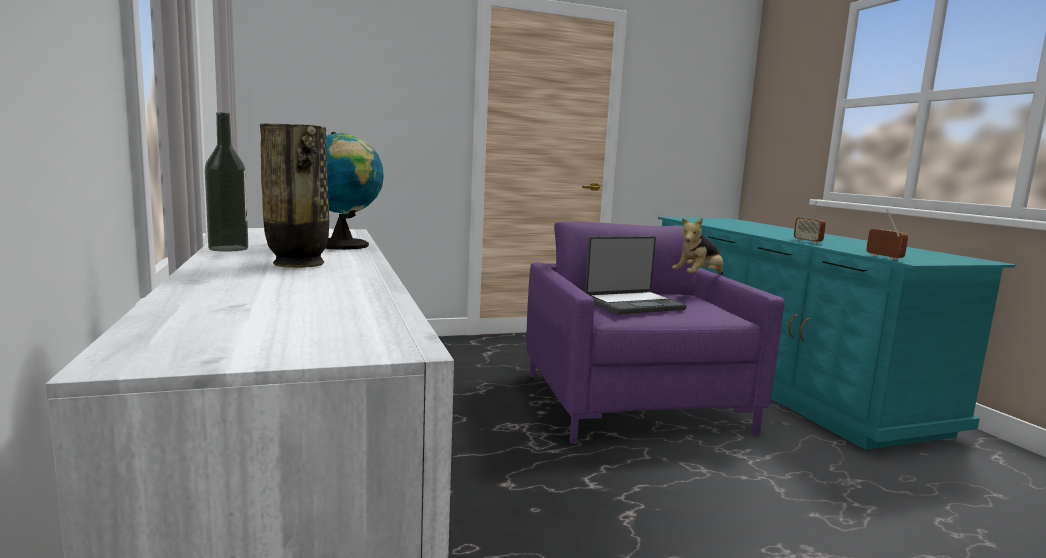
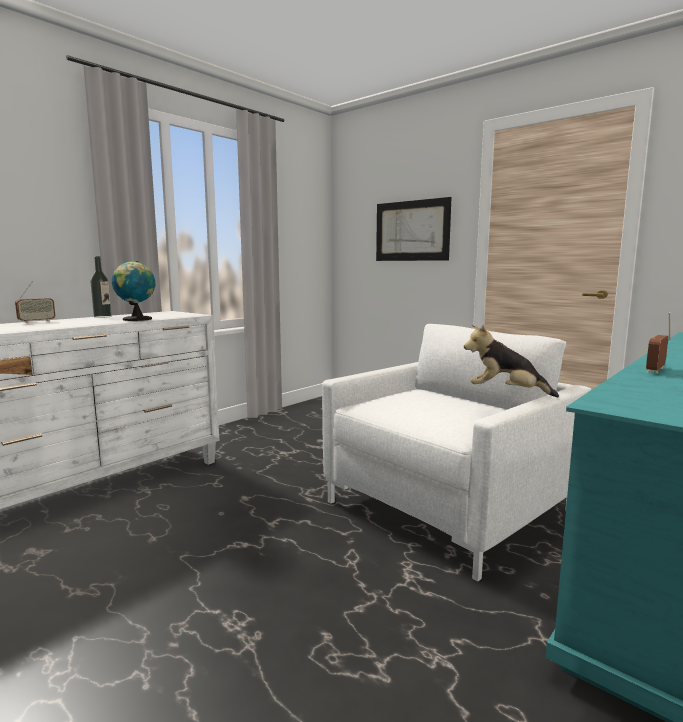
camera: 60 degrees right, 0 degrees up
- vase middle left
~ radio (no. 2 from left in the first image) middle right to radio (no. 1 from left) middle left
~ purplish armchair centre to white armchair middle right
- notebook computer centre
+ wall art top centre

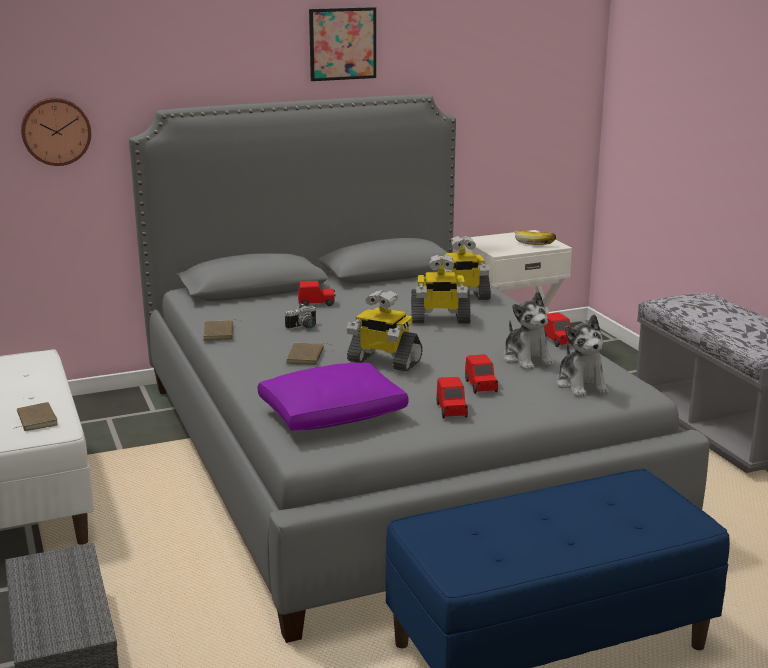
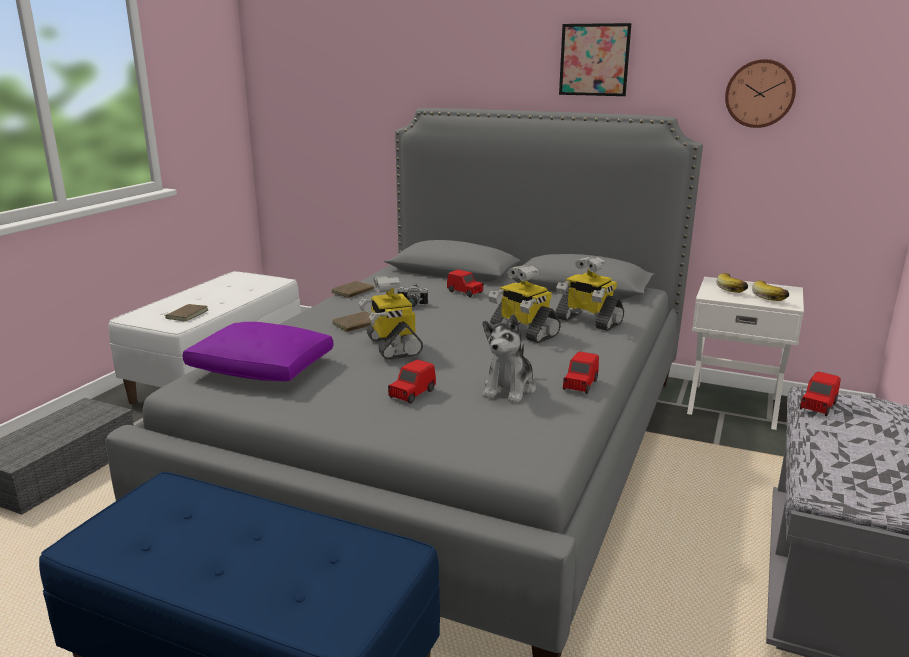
camera: 45 degrees right, 0 degrees up
~ hanging clock top left to top right
- cuddly toy (no. 2 from left) middle right
~ red toy car (no. 2 from left in the first image) centre to red toy car (no. 4 from left) middle right
+ banana fruit (no. 1 from left) middle right

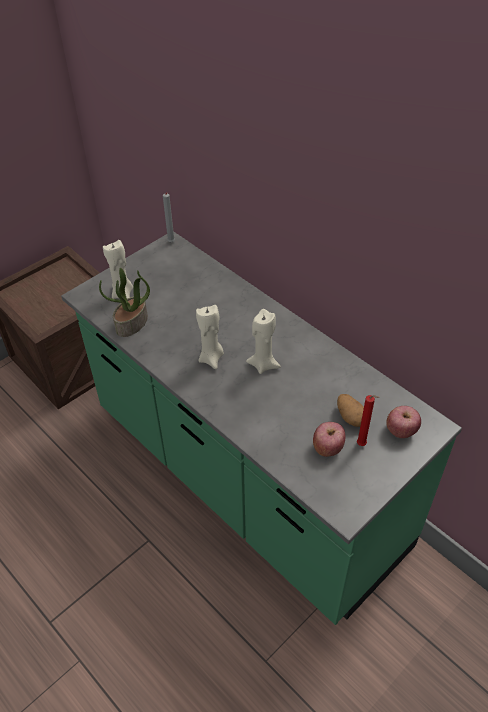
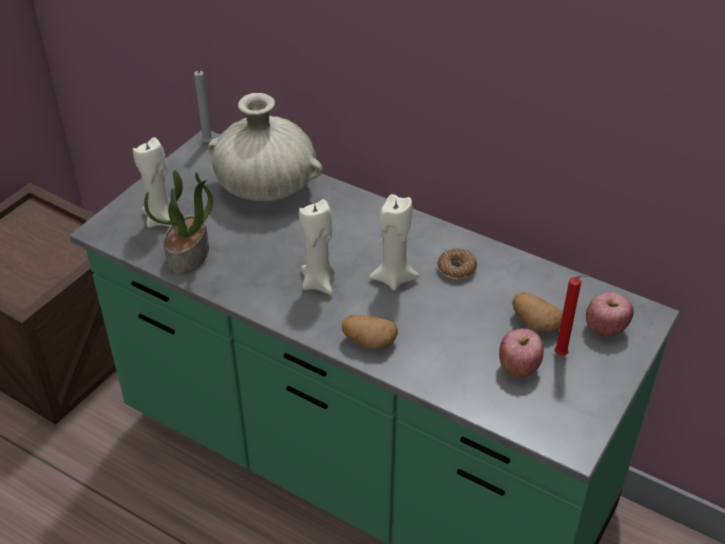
camera: 15 degrees left, 5 degrees down
+ beige-coloured vase top centre
+ donut centre
+ whole potato (no. 1 from left) centre

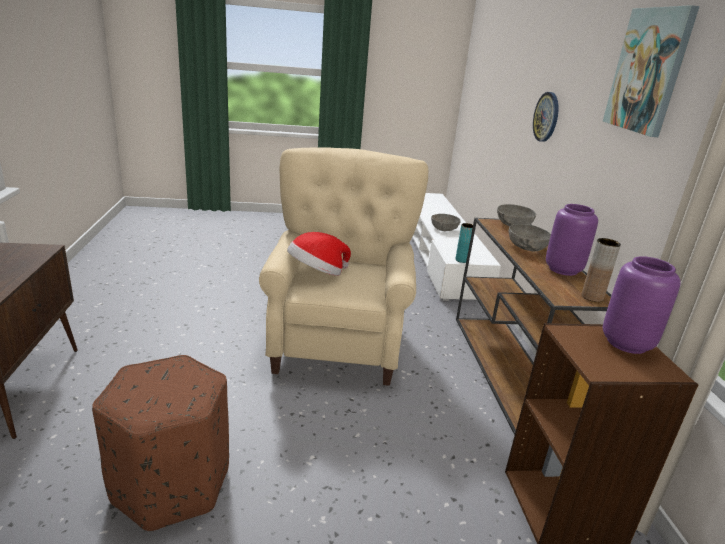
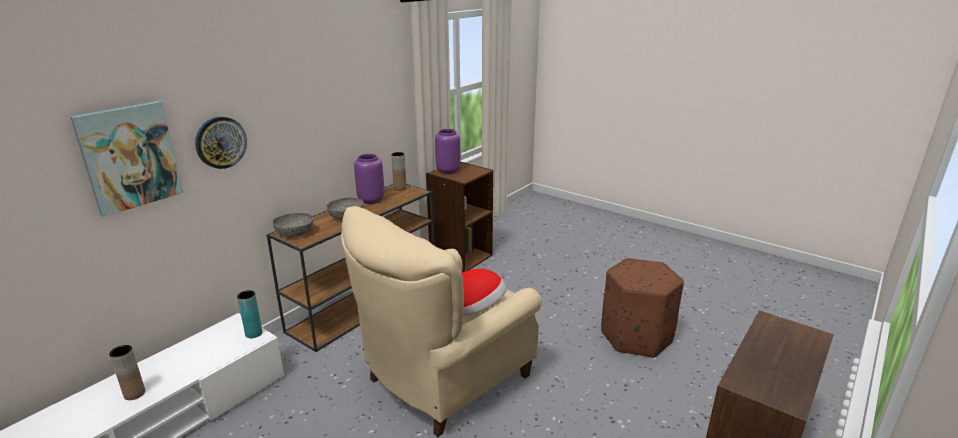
camera: 135 degrees left, 0 degrees up
~ wall art top right to middle left
~ gray deep dish (no. 1 from left) centre to brownish vase (no. 1 from left) bottom left

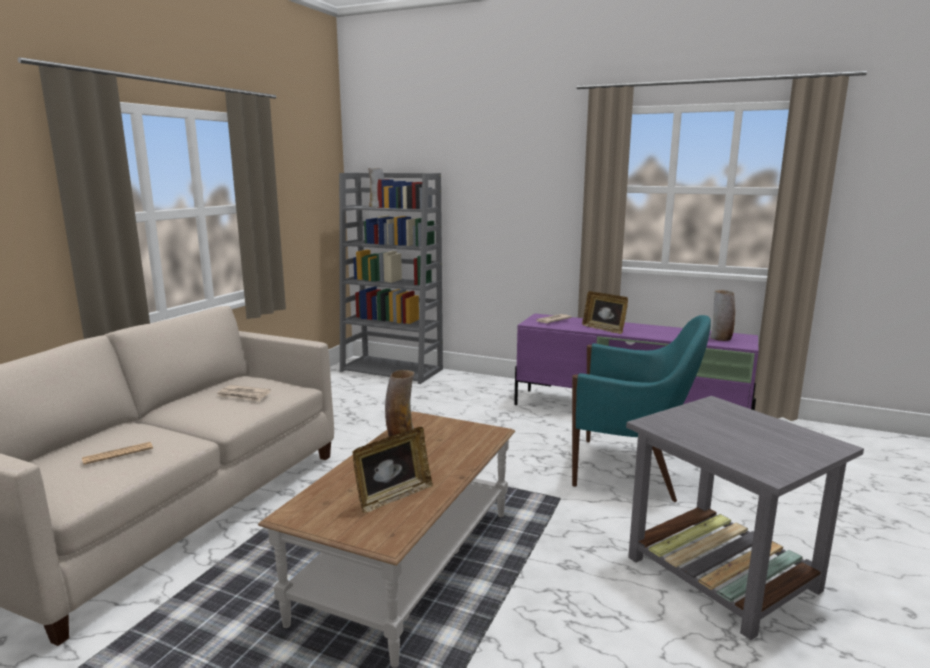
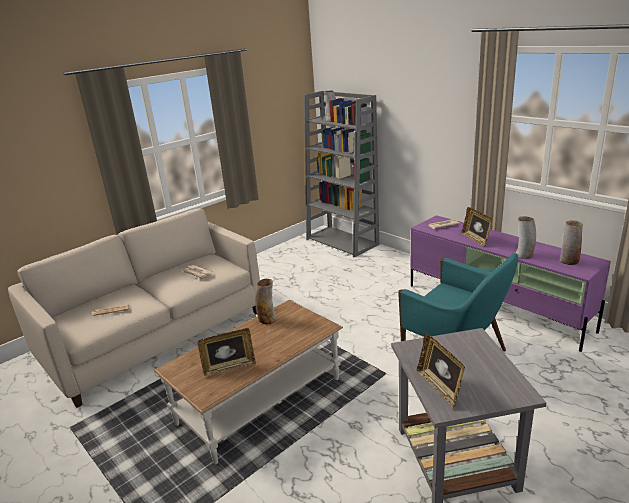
camera: 25 degrees right, 10 degrees up
+ vase (no. 3 from left) middle right
+ picture frame (no. 2 from left) bottom right

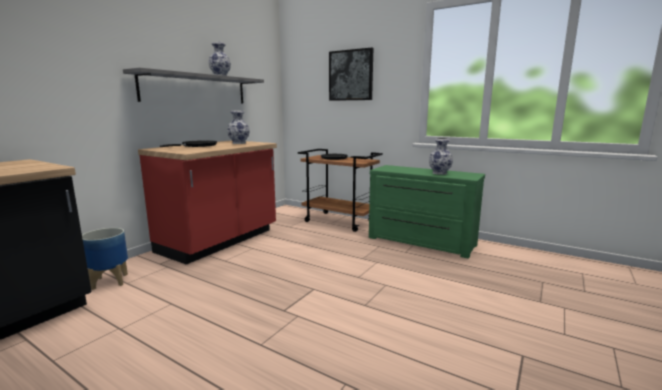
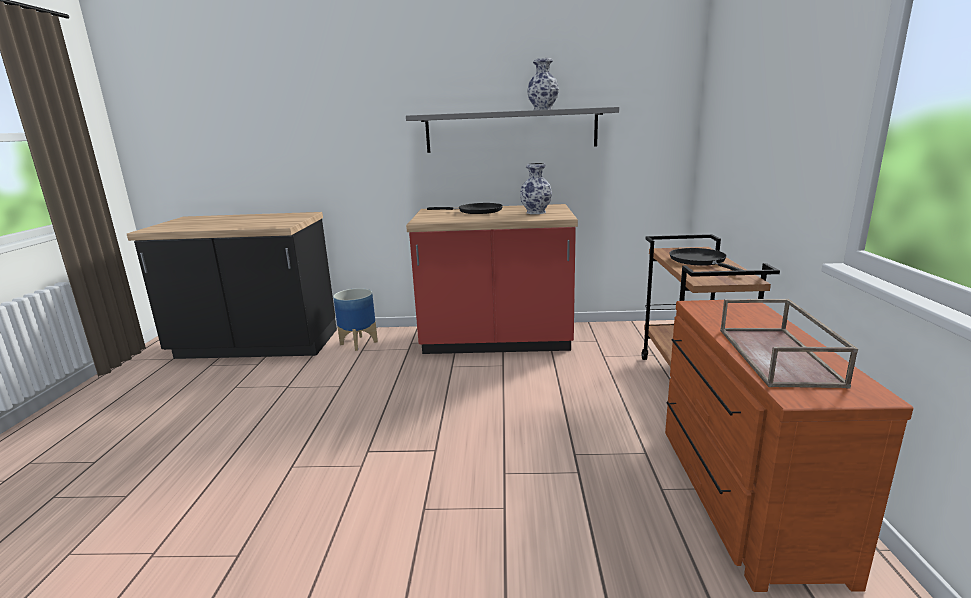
camera: 60 degrees right, 5 degrees up
- wall art top centre
~ vase (no. 3 from left) centre to brownish carrying tray middle right
~ greenish dresser centre to brownish dresser bottom right

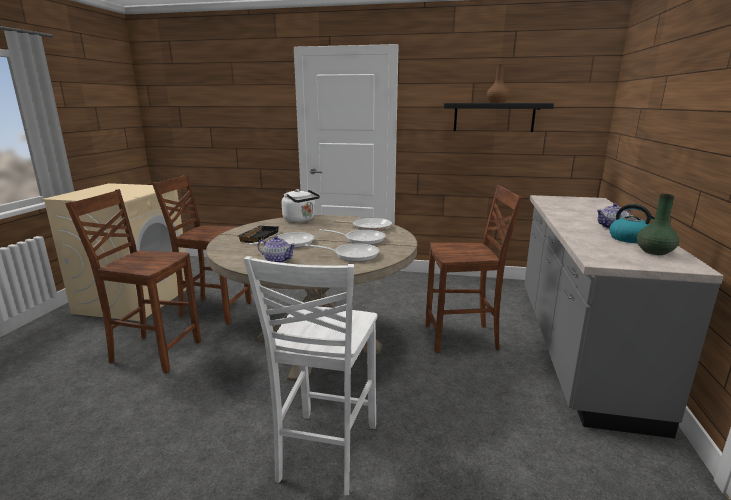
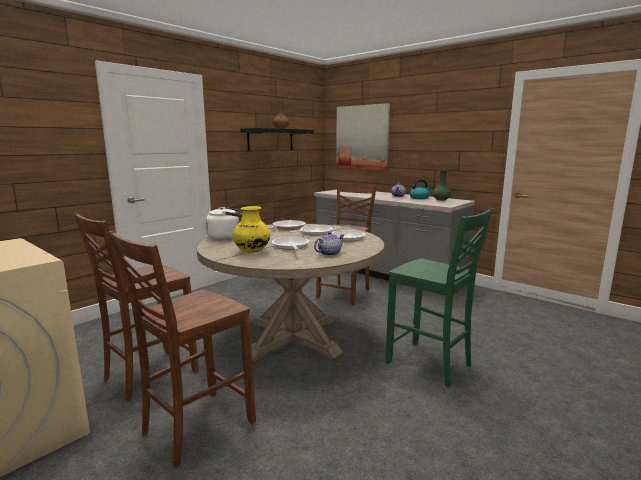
camera: 60 degrees left, 5 degrees down
~ blackish carrying tray centre to yellowish vase centre
~ white chair bottom centre to greenish chair middle right
+ wall art top centre

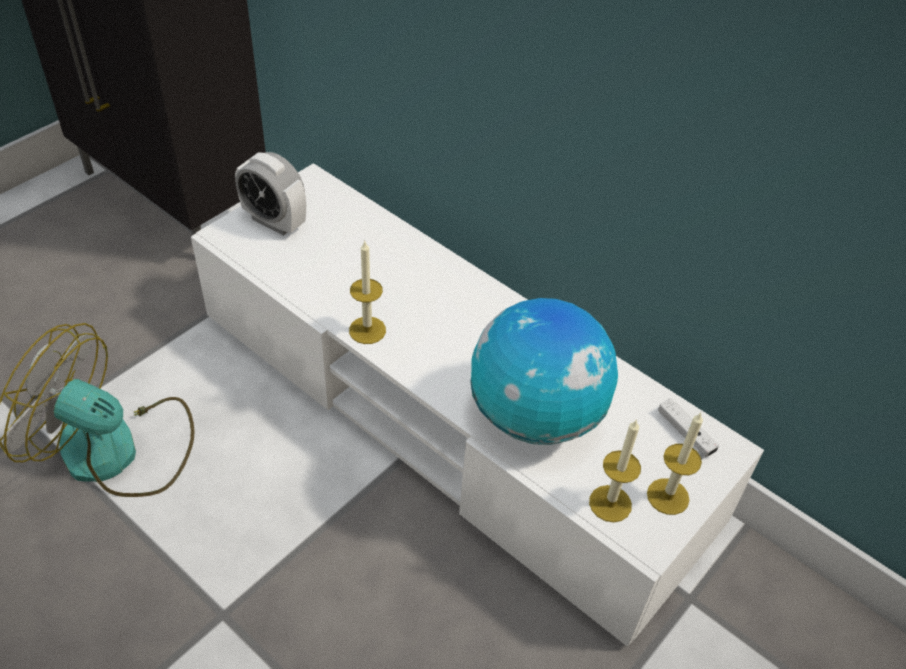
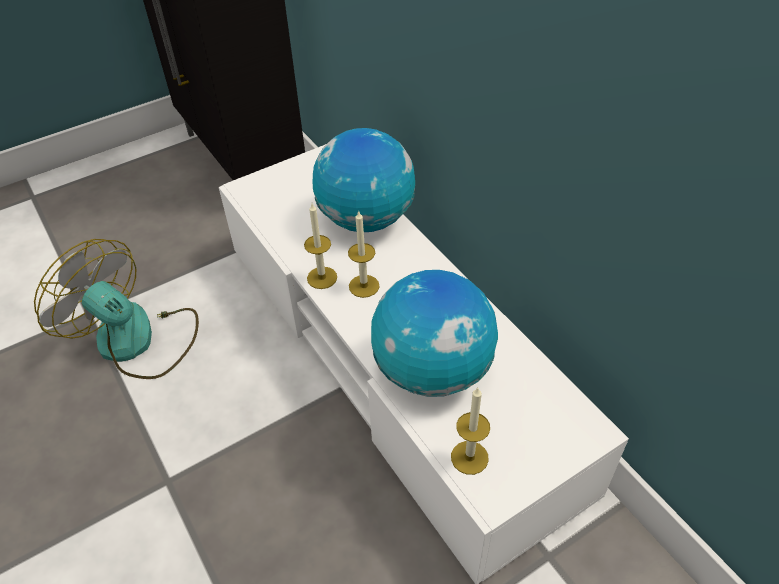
camera: 20 degrees right, 0 degrees up
- bedside clock top left
- white game controller middle right
~ candle (no. 3 from left in the first image) bottom right to candle (no. 2 from left) centre
+ world globe (no. 1 from left) top centre

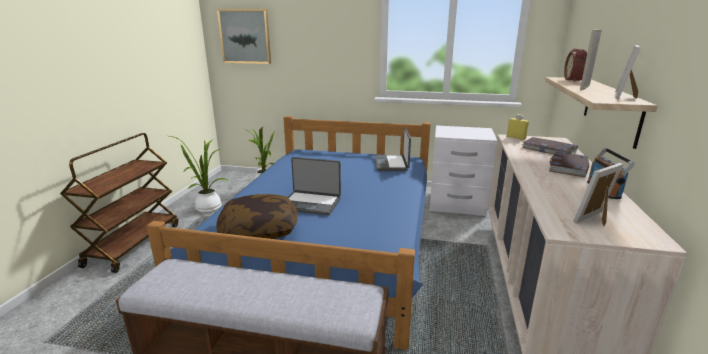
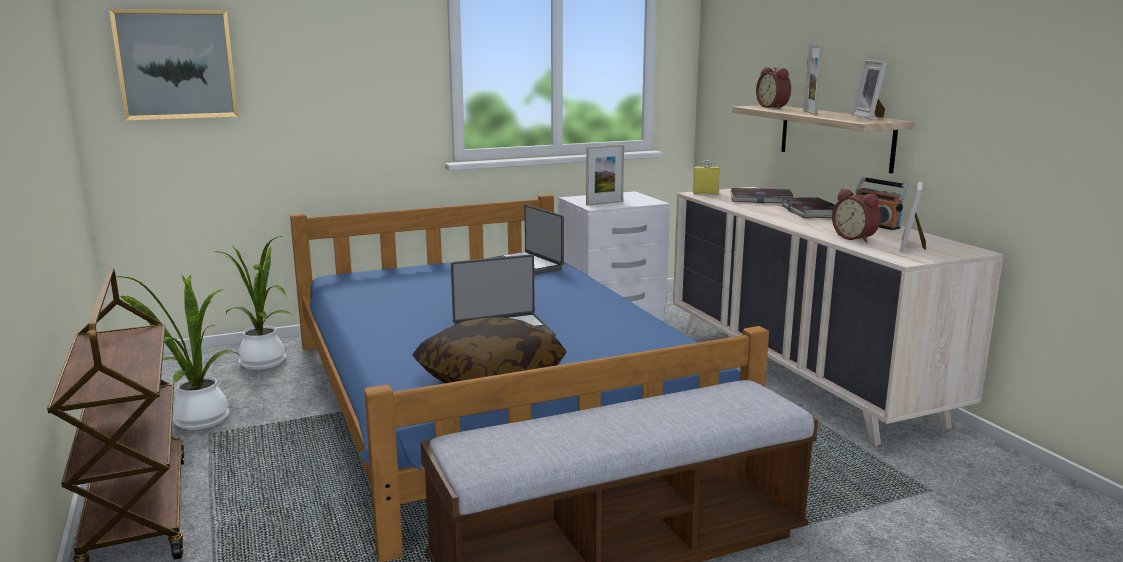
camera: 35 degrees left, 5 degrees down
+ picture frame (no. 1 from left) top centre
+ bedside clock (no. 2 from left) middle right

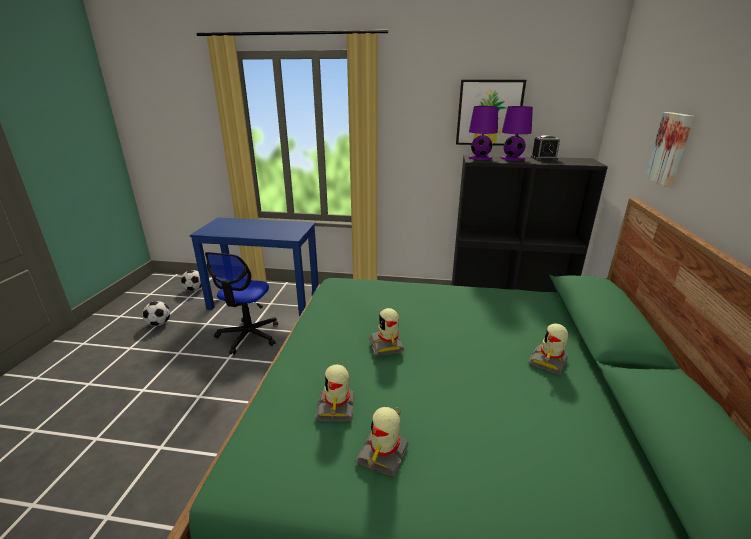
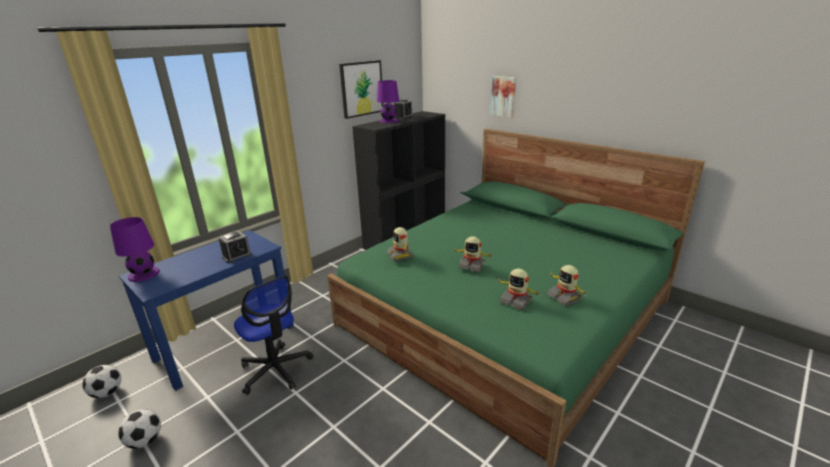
camera: 55 degrees left, 0 degrees up
~ purplish tabletop lamp (no. 1 from left) top centre to middle left
~ robot figure (no. 4 from left in the first image) middle right to robot figure (no. 1 from left) centre
+ bedside clock (no. 1 from left) middle left

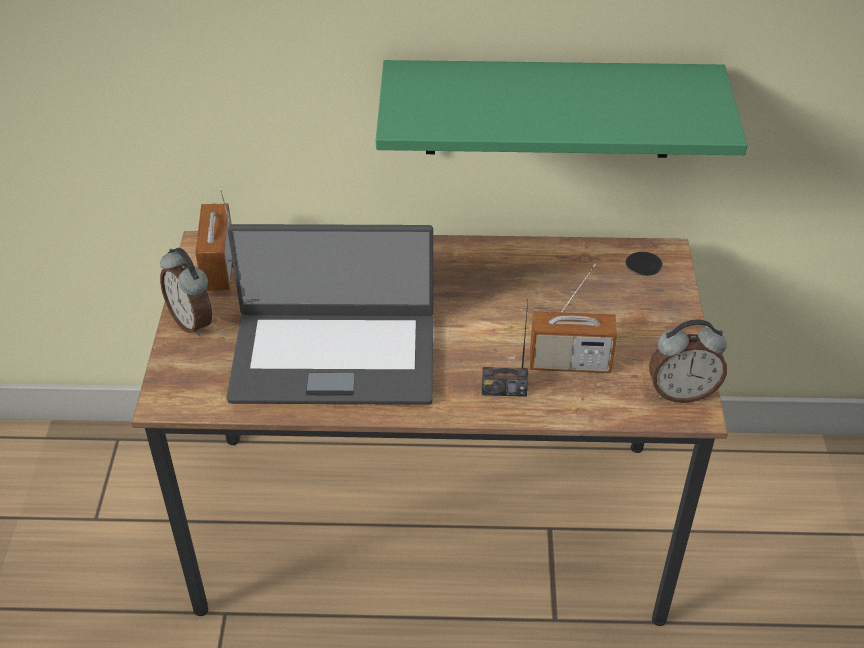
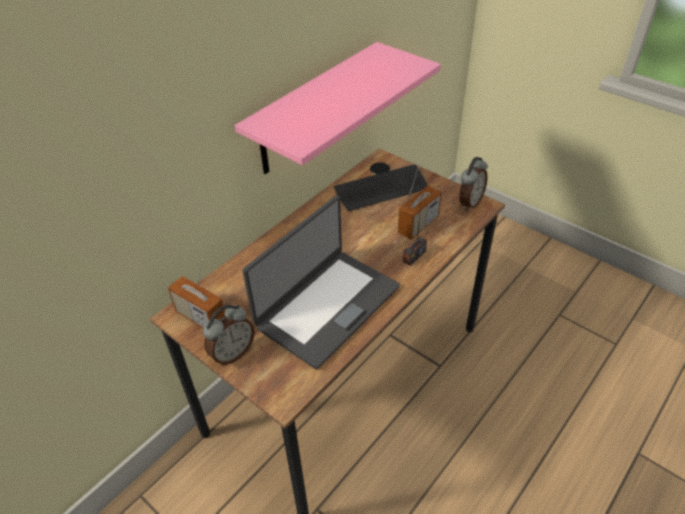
camera: 50 degrees left, 0 degrees up
~ greenish wall shelf top centre to pink wall shelf top centre
~ bedside clock (no. 1 from left) middle left = centre 45 degrees counterclockwise
+ keyboard centre

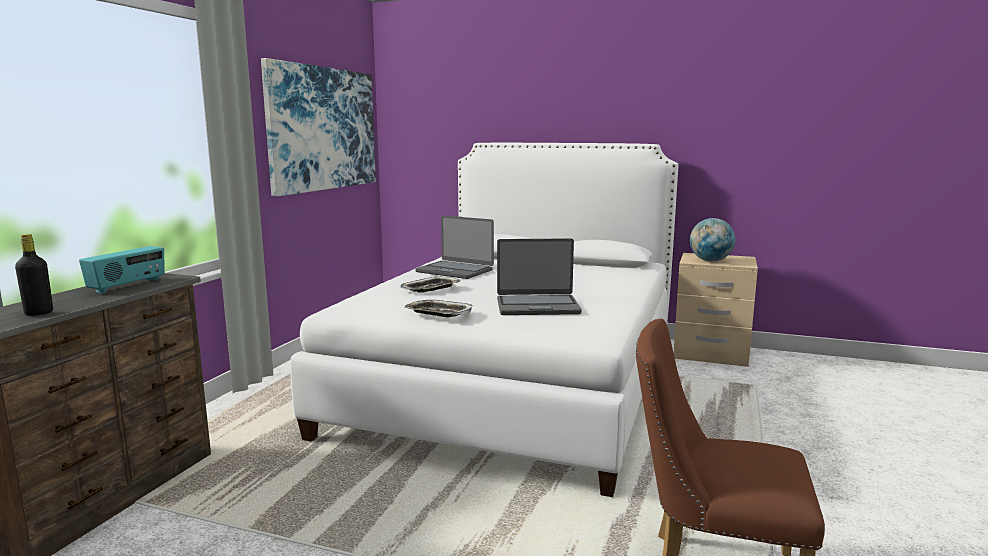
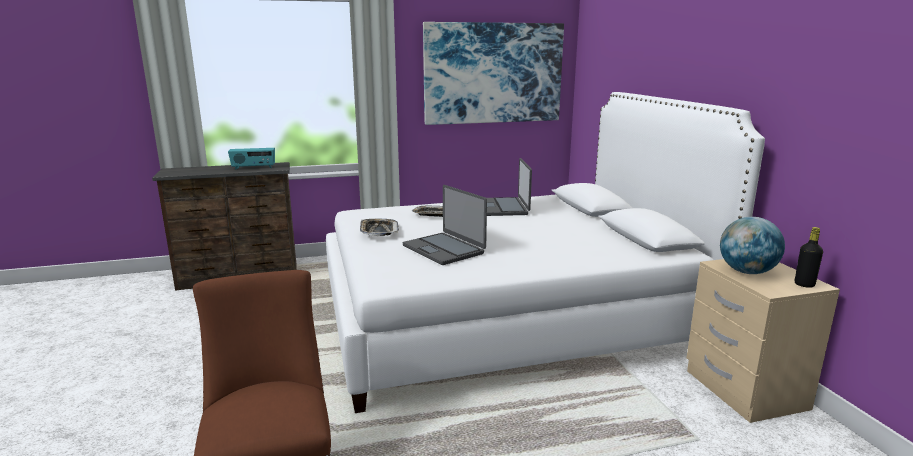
camera: 55 degrees right, 5 degrees up
~ blackish beverage bottle middle left to middle right

